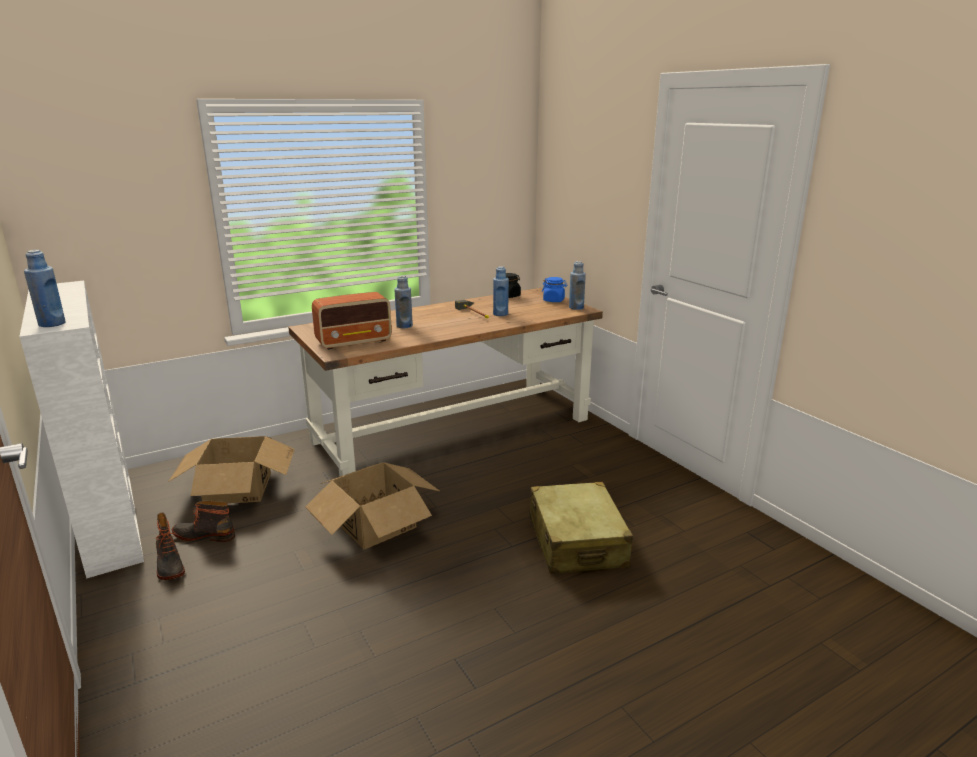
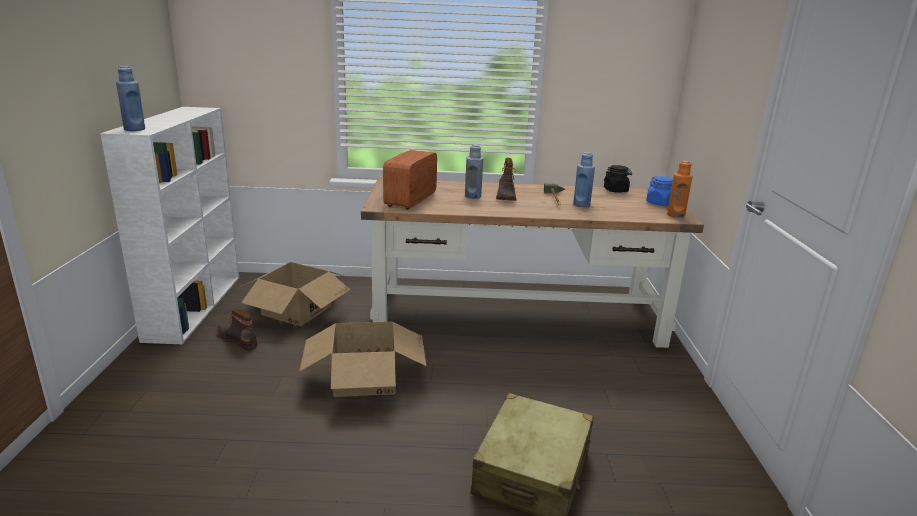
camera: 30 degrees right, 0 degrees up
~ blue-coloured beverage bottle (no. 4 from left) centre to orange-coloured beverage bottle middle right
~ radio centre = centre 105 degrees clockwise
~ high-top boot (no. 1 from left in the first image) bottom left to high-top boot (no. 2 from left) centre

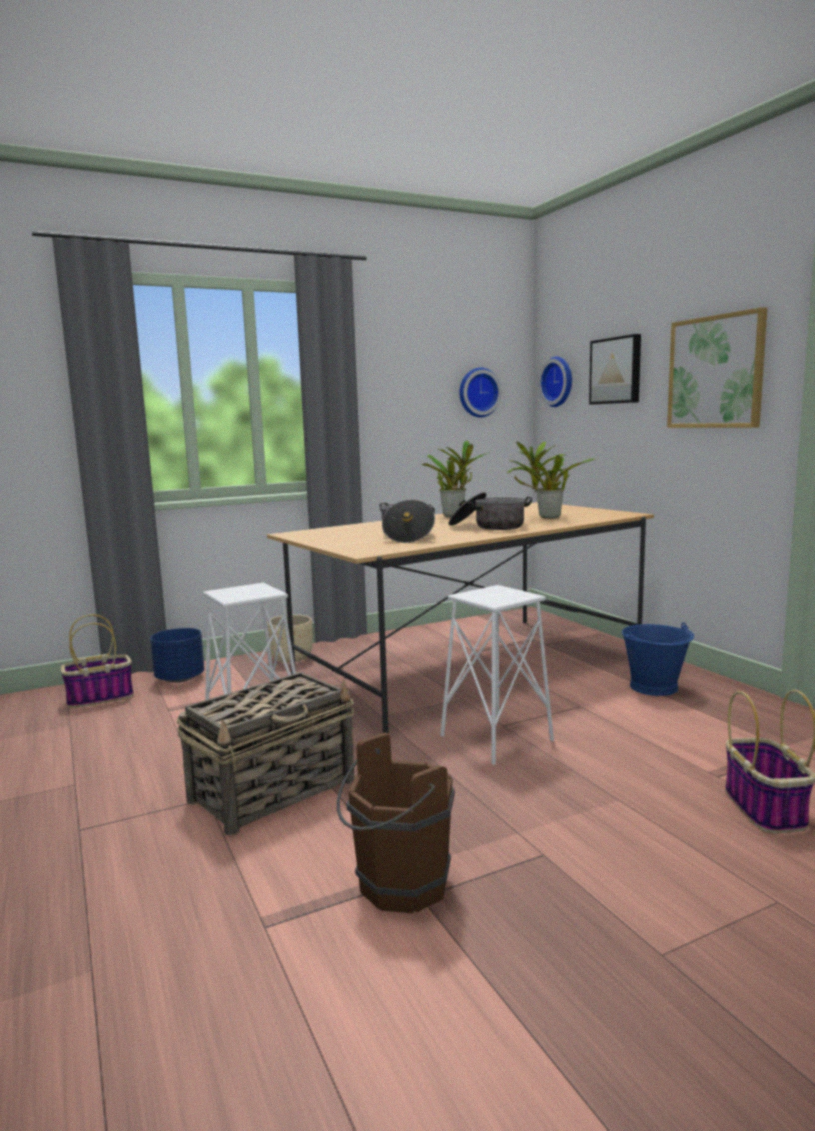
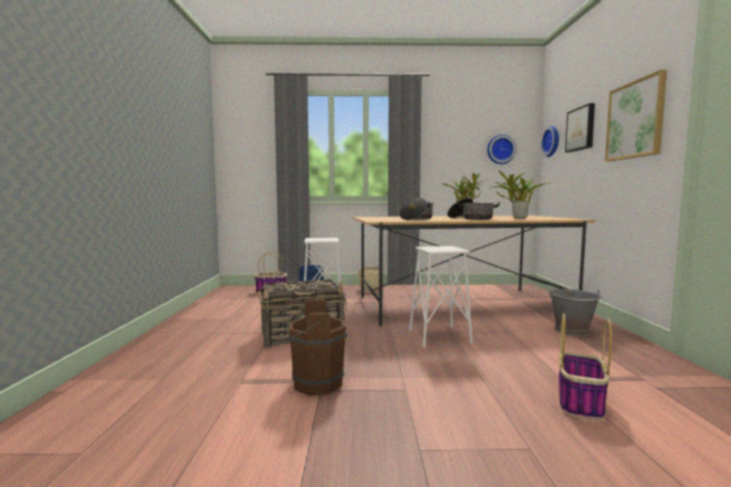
camera: 25 degrees right, 5 degrees down
~ blue-coloured water bucket middle right to gray water bucket middle right

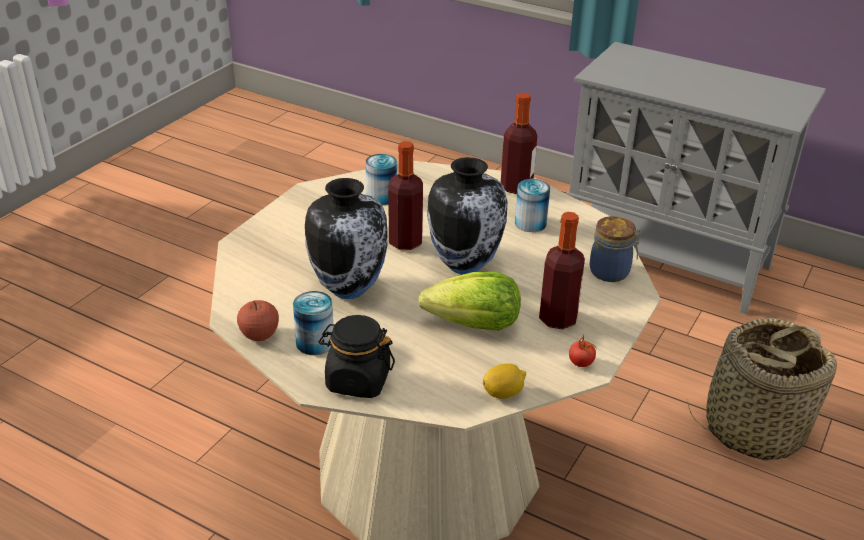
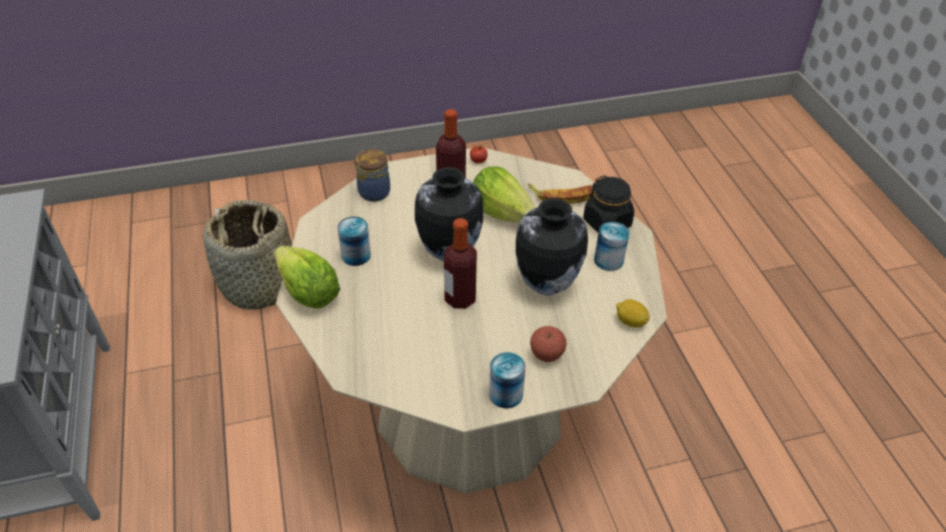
camera: 135 degrees left, 10 degrees up
~ beverage bottle (no. 2 from left) top centre to head of lettuce (no. 1 from left) middle left
~ can (no. 2 from left) top centre to bottom centre
~ apple fruit middle left to centre
~ citrus fruit bottom centre to middle right
+ banana fruit centre

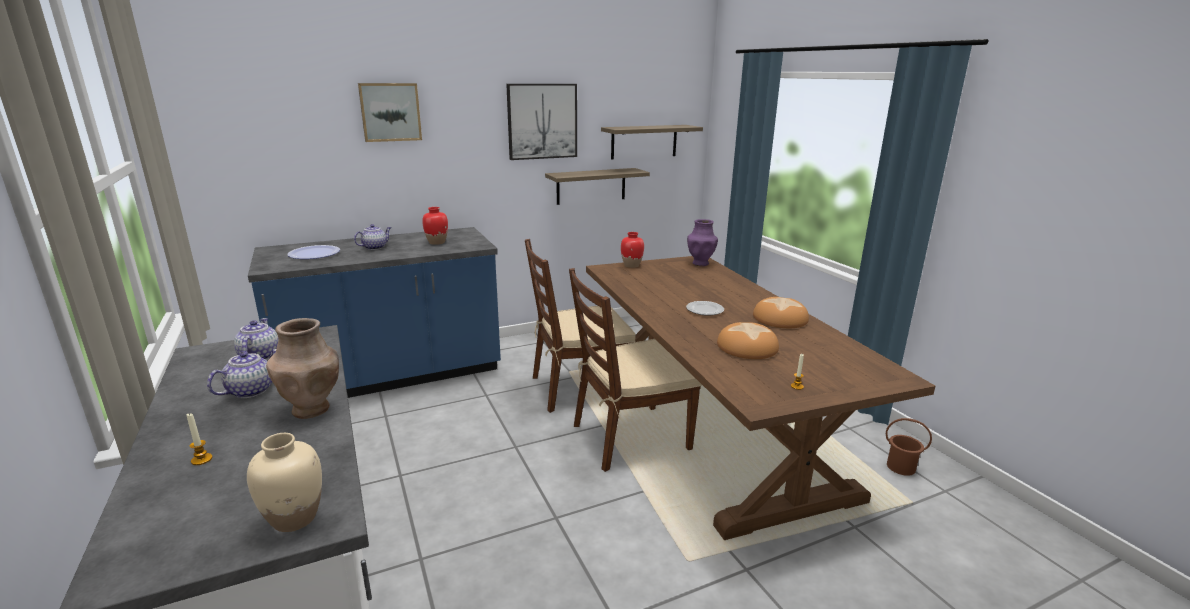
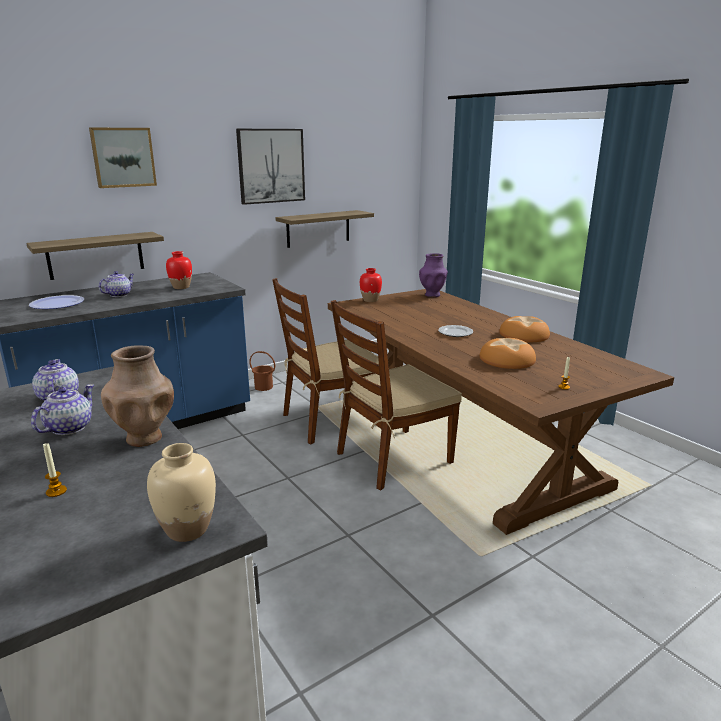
camera: 10 degrees left, 0 degrees up
~ wall shelf (no. 2 from left in the first image) top centre to wall shelf (no. 1 from left) middle left
~ brownish water bucket bottom right to centre

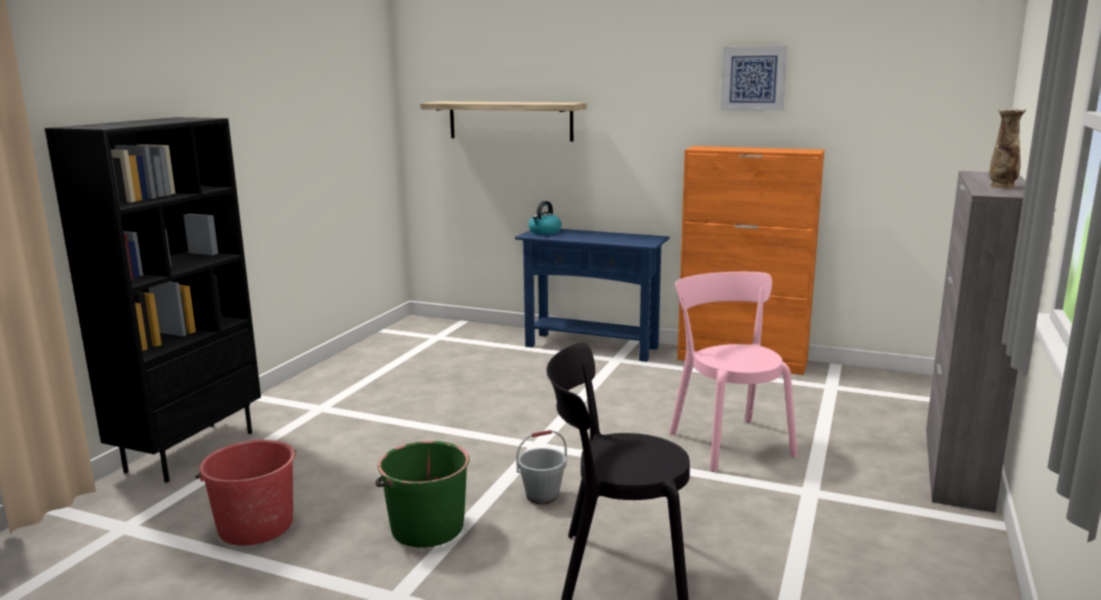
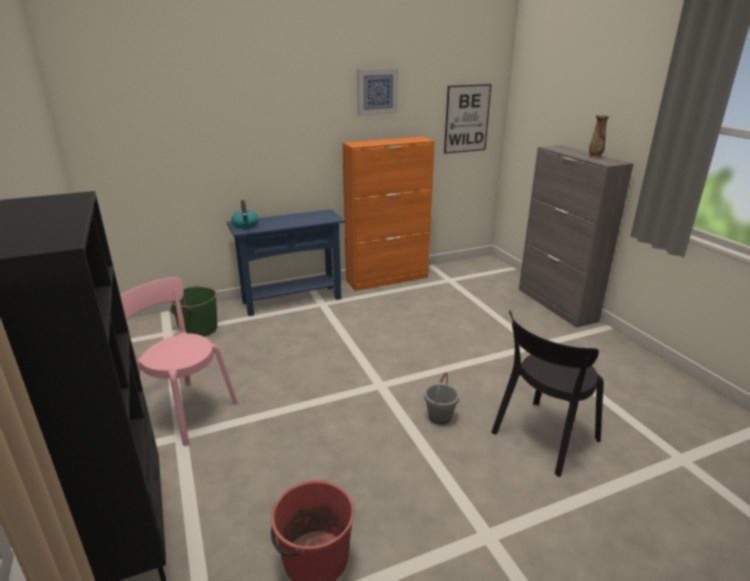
camera: 45 degrees left, 10 degrees up
- wall shelf top centre
~ pink chair centre to middle left
~ greenish water bucket bottom centre to middle left
+ wall art (no. 2 from left) top centre

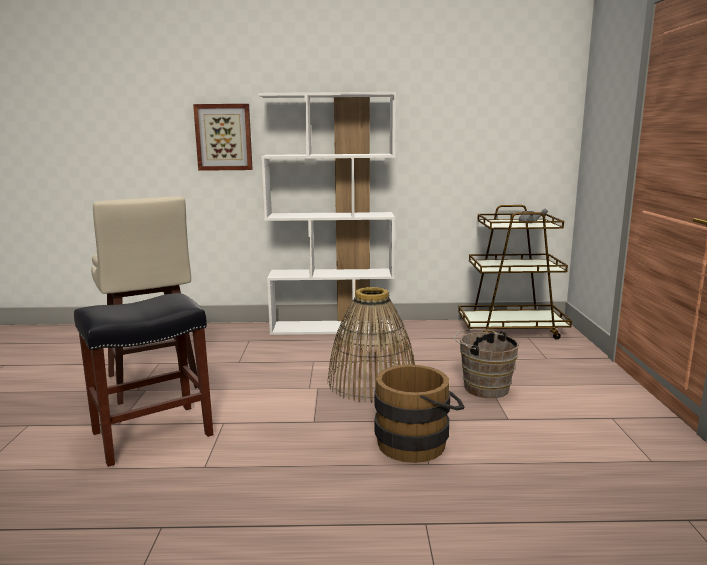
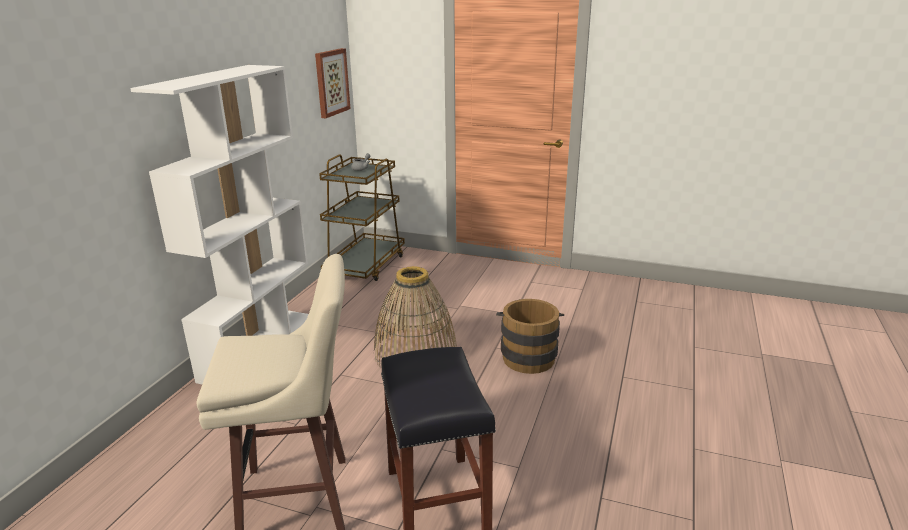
camera: 70 degrees left, 10 degrees up
~ wall art top left to top centre
- brownish water bucket (no. 2 from left) middle right

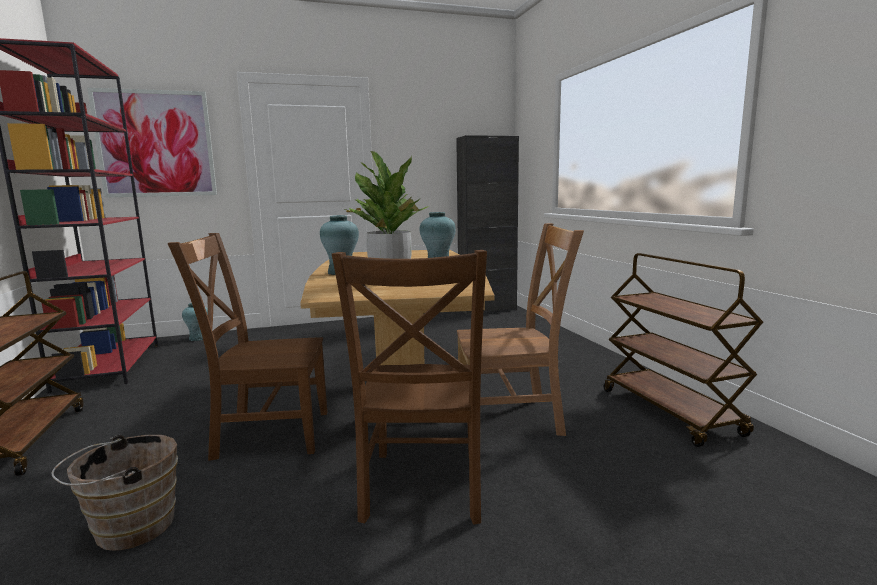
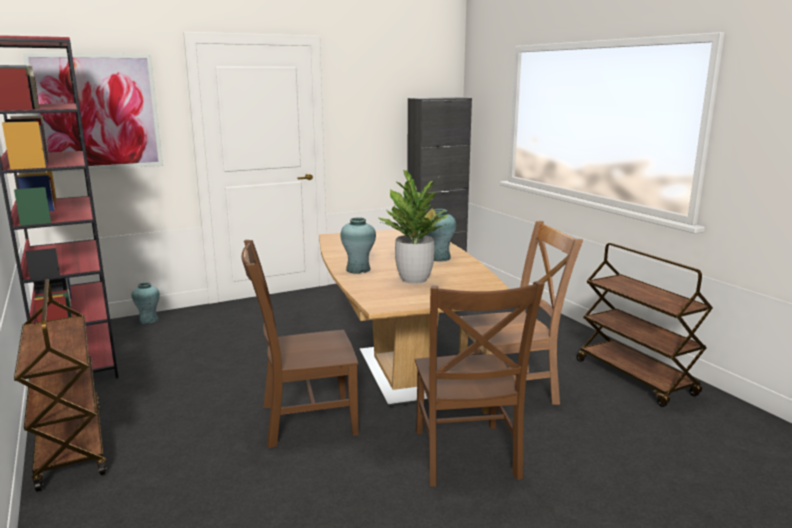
camera: 10 degrees left, 5 degrees up
- brownish water bucket bottom left

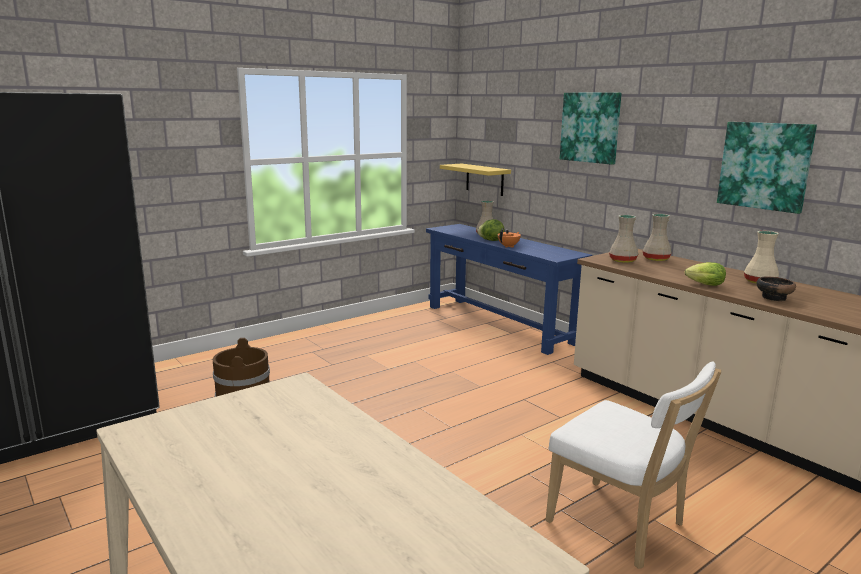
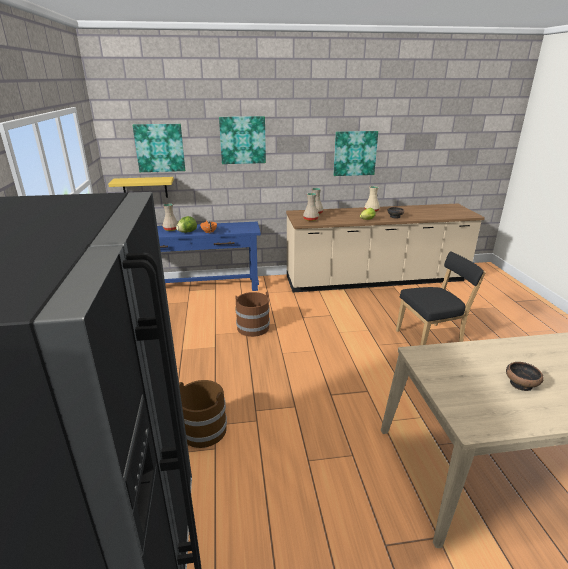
camera: 60 degrees left, 10 degrees up
~ white chair bottom right to blackish chair middle right
+ wall art (no. 1 from left) top left
+ brownish water bucket (no. 2 from left) centre
+ deep dish (no. 2 from left) middle right

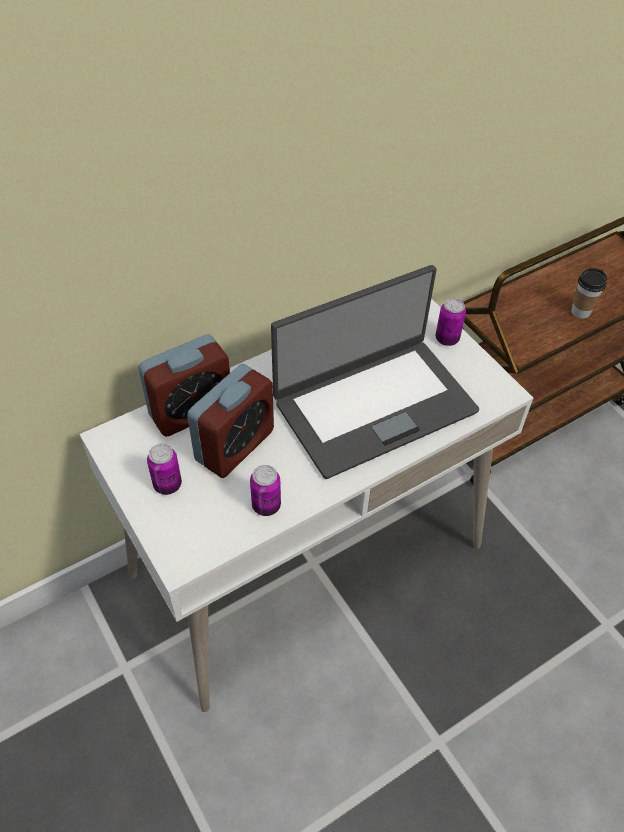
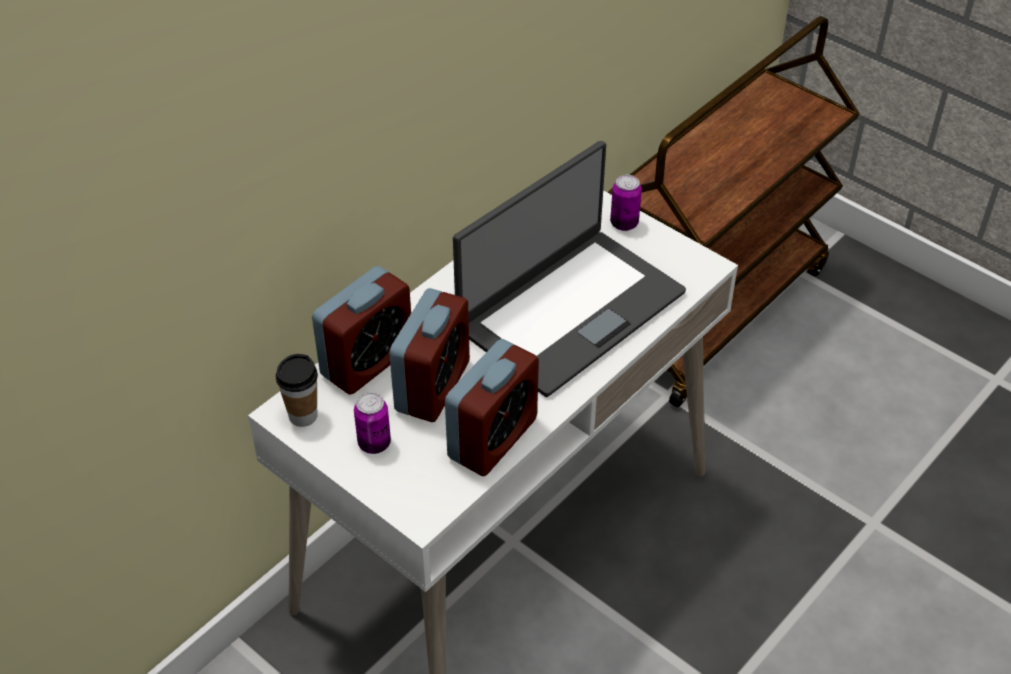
camera: 15 degrees left, 5 degrees down
~ drinking cup middle right to middle left
~ can (no. 2 from left) centre to bedside clock (no. 3 from left) centre

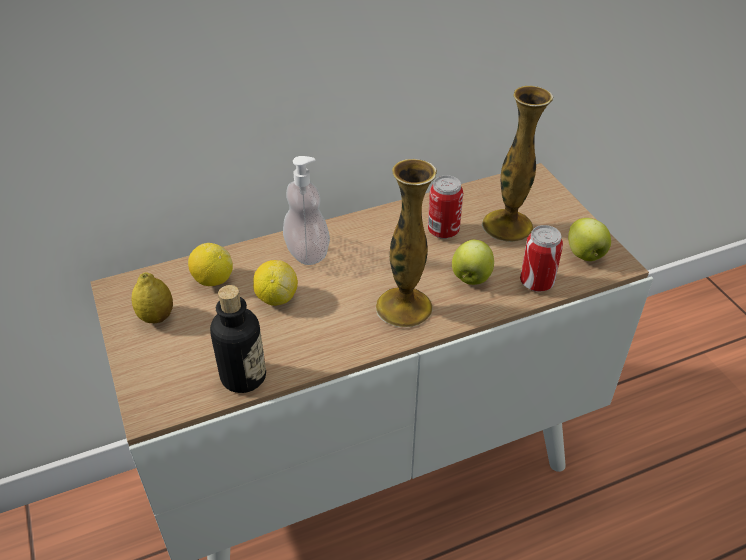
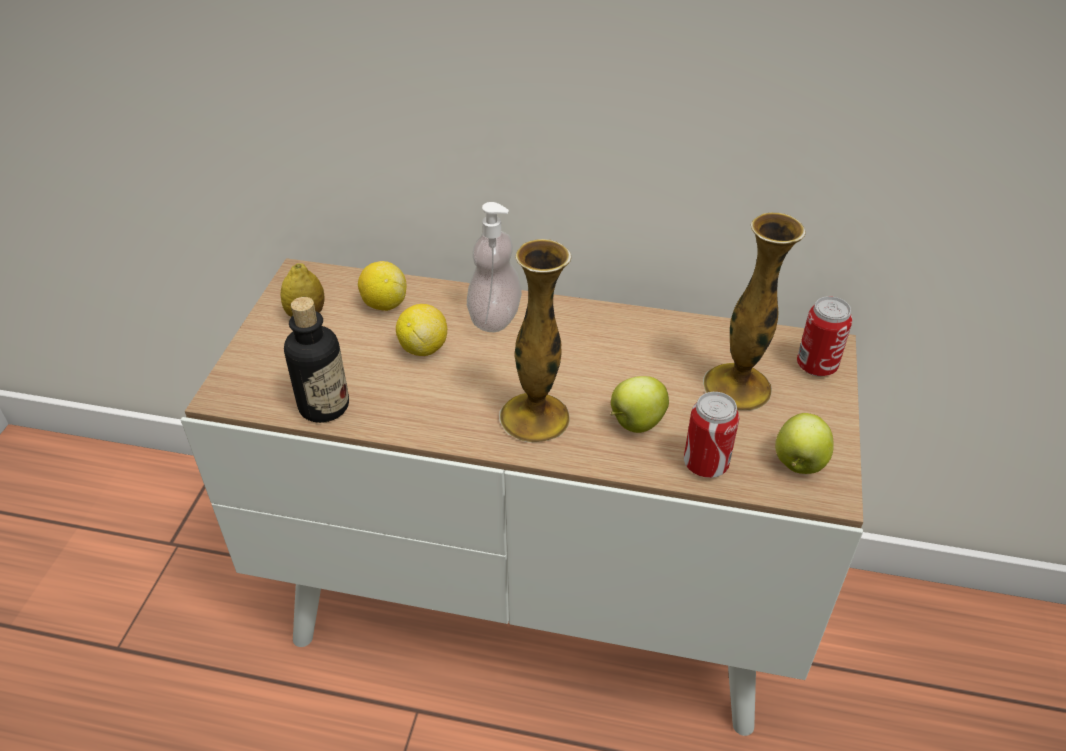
camera: 35 degrees right, 0 degrees up
~ can (no. 1 from left in the first image) centre to can (no. 2 from left) middle right

